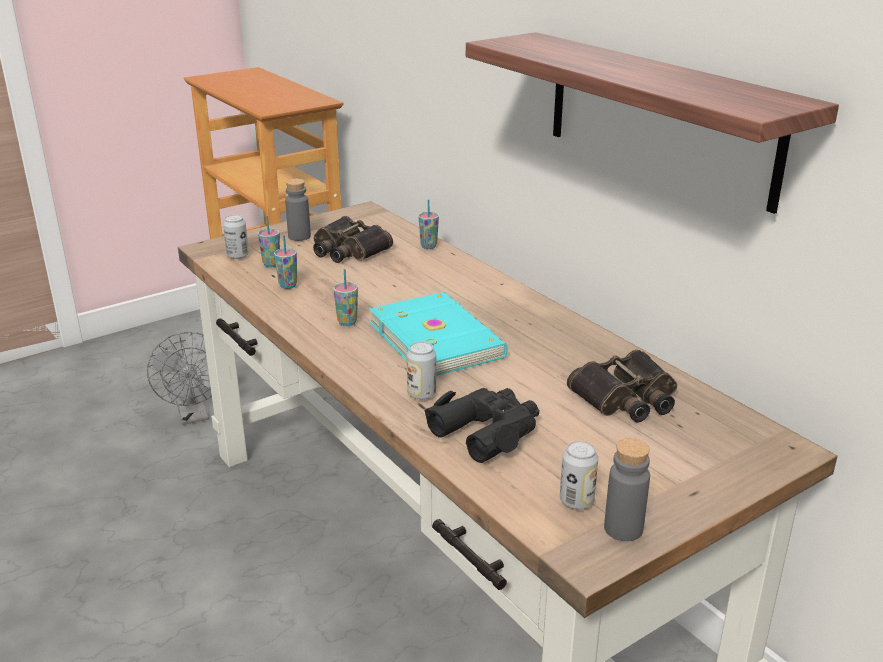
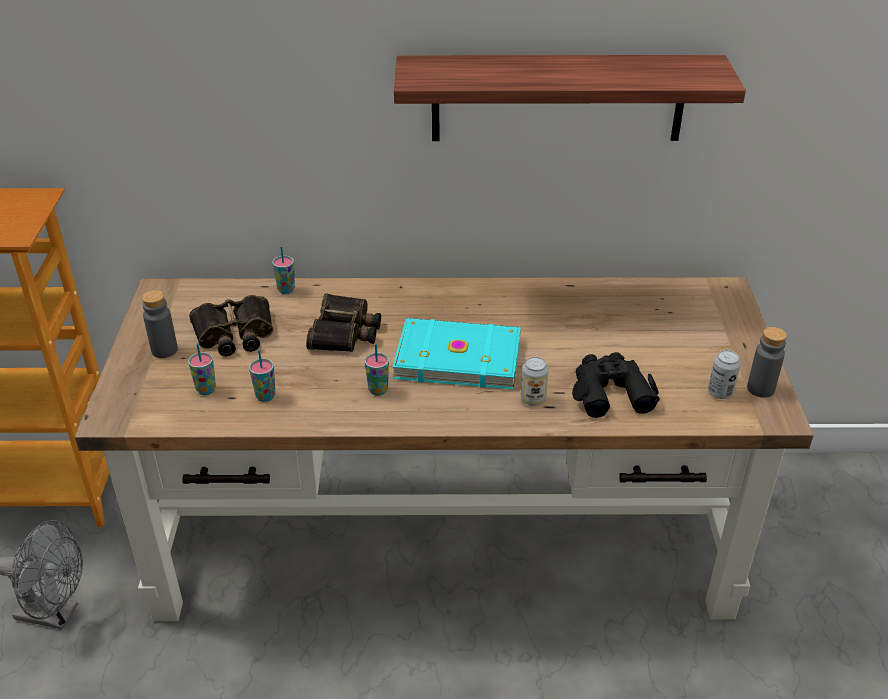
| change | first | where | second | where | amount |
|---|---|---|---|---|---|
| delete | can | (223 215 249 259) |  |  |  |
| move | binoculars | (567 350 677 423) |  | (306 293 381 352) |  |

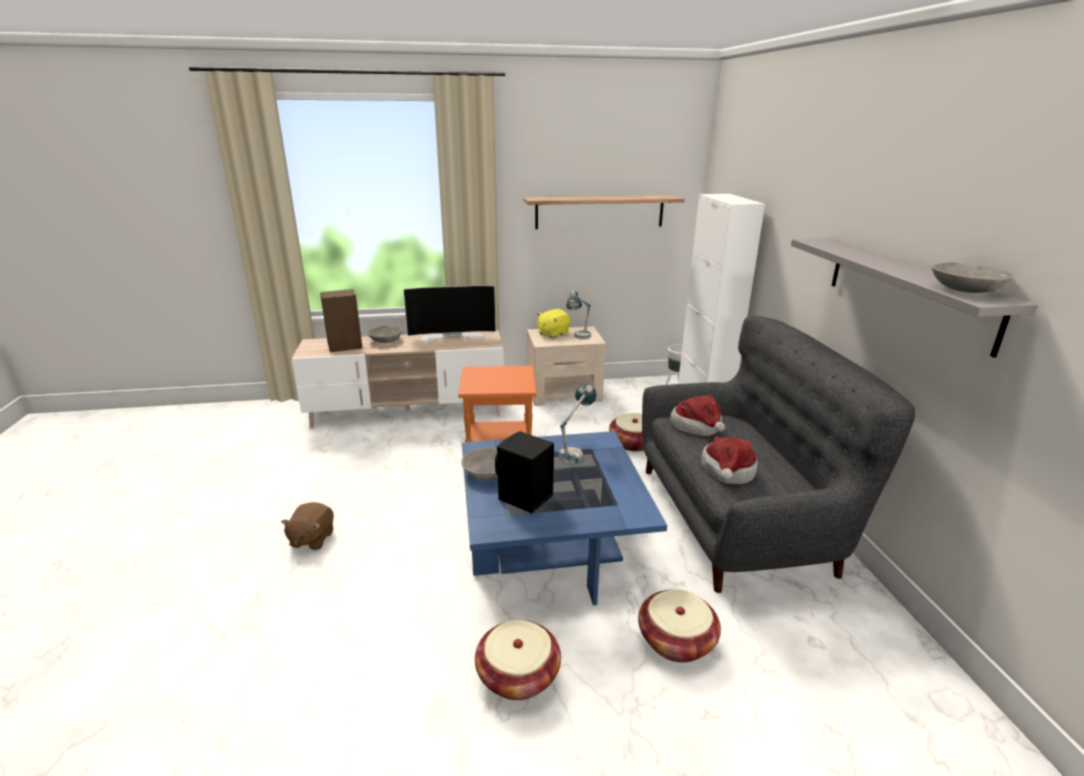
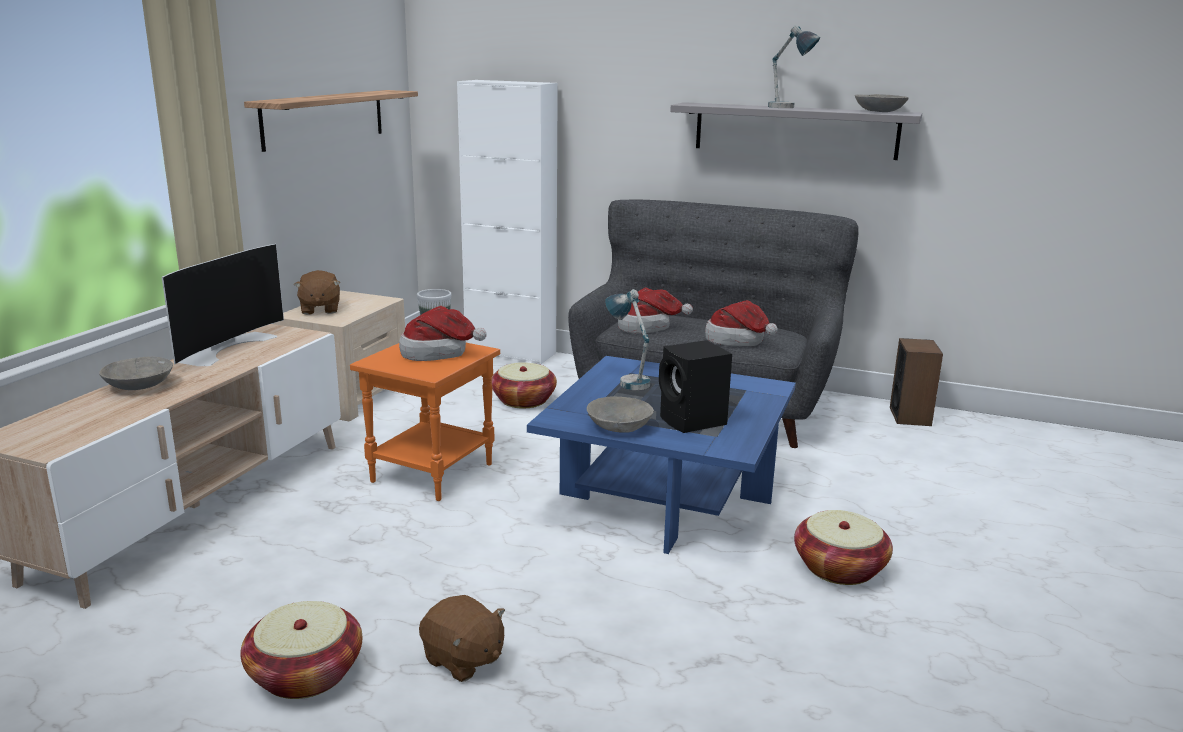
| change | first | where | second | where | amount |
|---|---|---|---|---|---|
| move | speaker | (320 289 362 352) |  | (890 338 943 426) |  |
| recolor | yellow plush toy | (537 309 571 338) | brown plush toy | (294 270 340 315) |  |
| move | table lamp | (567 290 591 339) |  | (768 25 820 108) |  |
| move | basket | (638 589 721 662) |  | (240 601 362 699) |  |
| insert |  |  | hat | (399 306 487 361) |  |

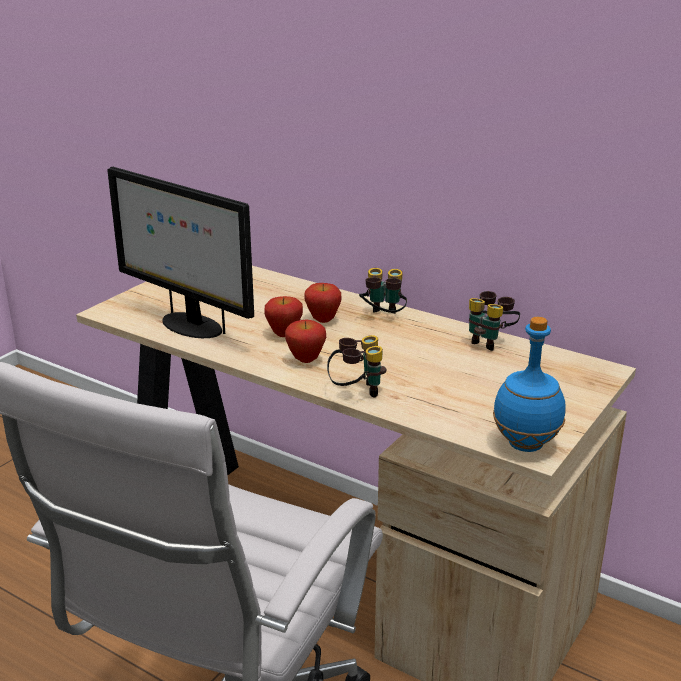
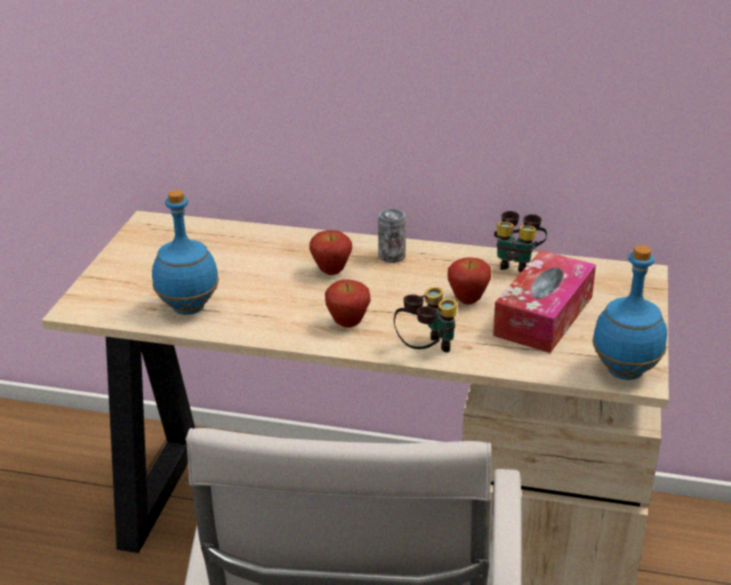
| change | first | where | second | where | amount |
|---|---|---|---|---|---|
| replace | monitor | (107 167 254 338) | blue bottle | (152 190 219 315) |  |
| move | apple | (264 296 303 337) |  | (448 257 491 305) |  |
| replace | binoculars | (359 268 407 314) | can | (378 209 406 263) |  |
| insert |  |  | tissue box | (493 250 596 353) |  |

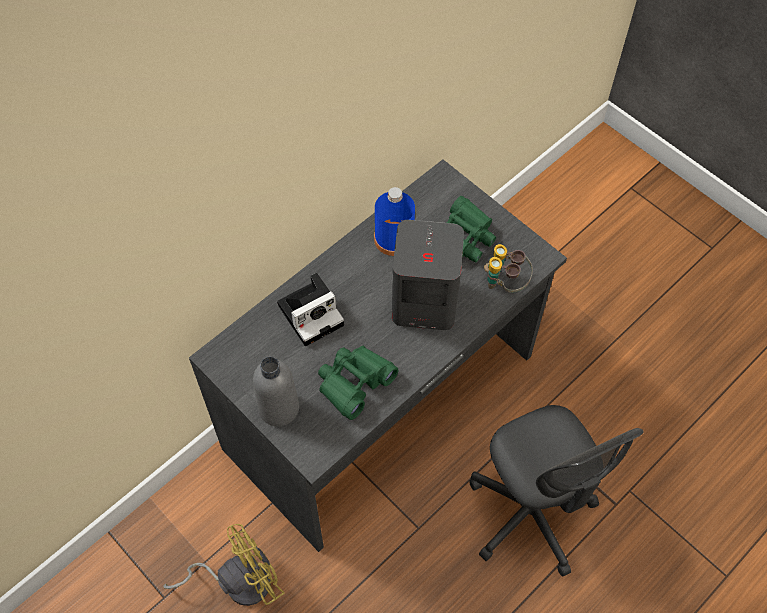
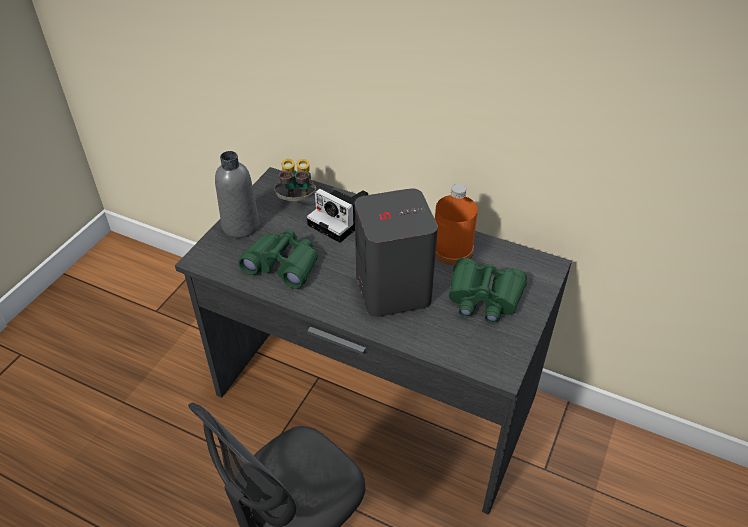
| change | first | where | second | where | amount |
|---|---|---|---|---|---|
| delete | yellow fan | (163 524 285 606) |  |  |  |
| recolor | blue bottle | (374 187 415 256) | orange bottle | (435 184 478 265) |  |
| move | binoculars | (484 244 533 293) |  | (274 159 316 201) |  |

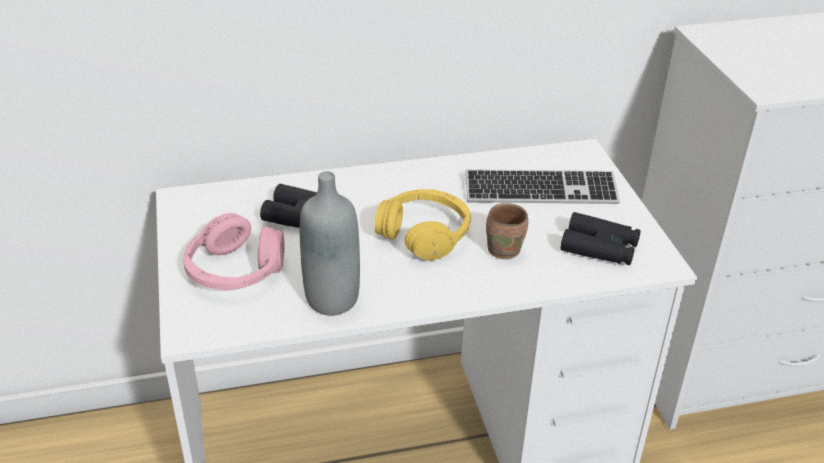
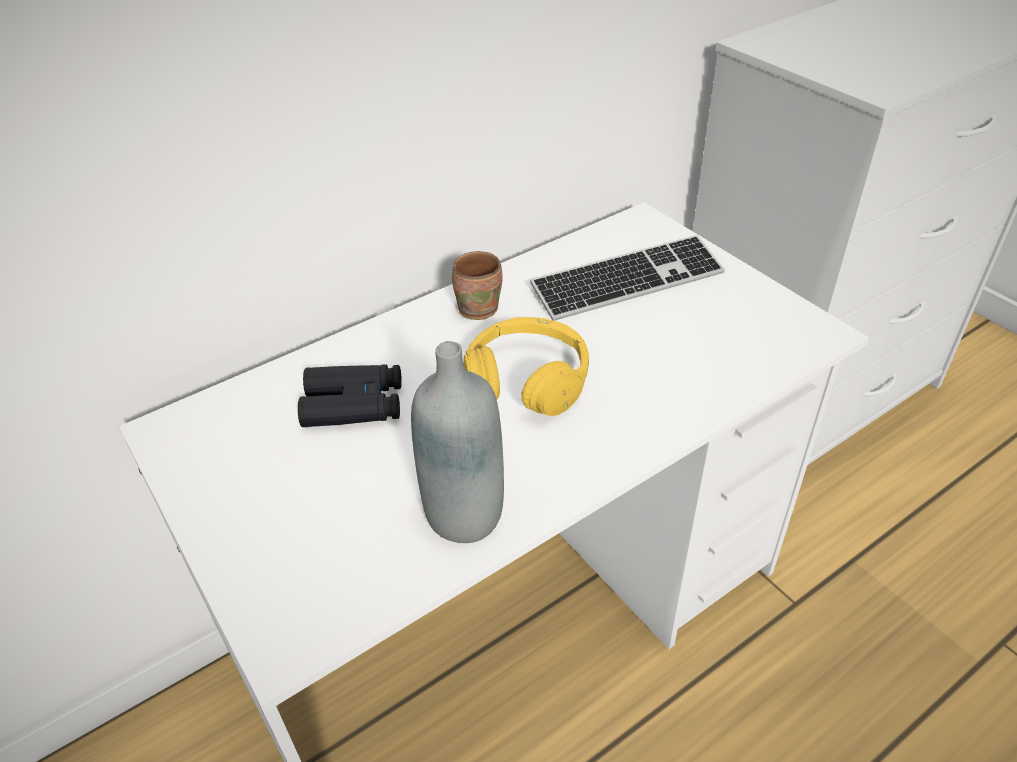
| change | first | where | second | where | amount |
|---|---|---|---|---|---|
| delete | pink headphones | (183 213 285 290) |  |  |  |
| move | brown mug | (486 203 528 259) |  | (452 251 503 320) |  |
| delete | black binoculars | (561 212 641 265) |  |  |  |

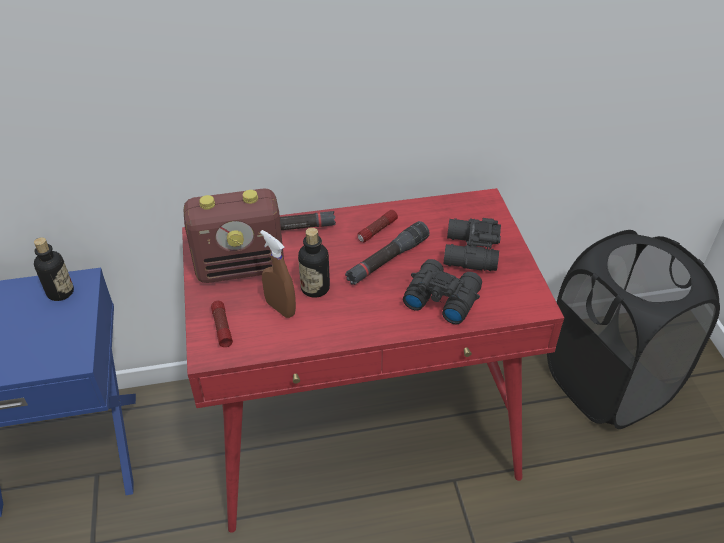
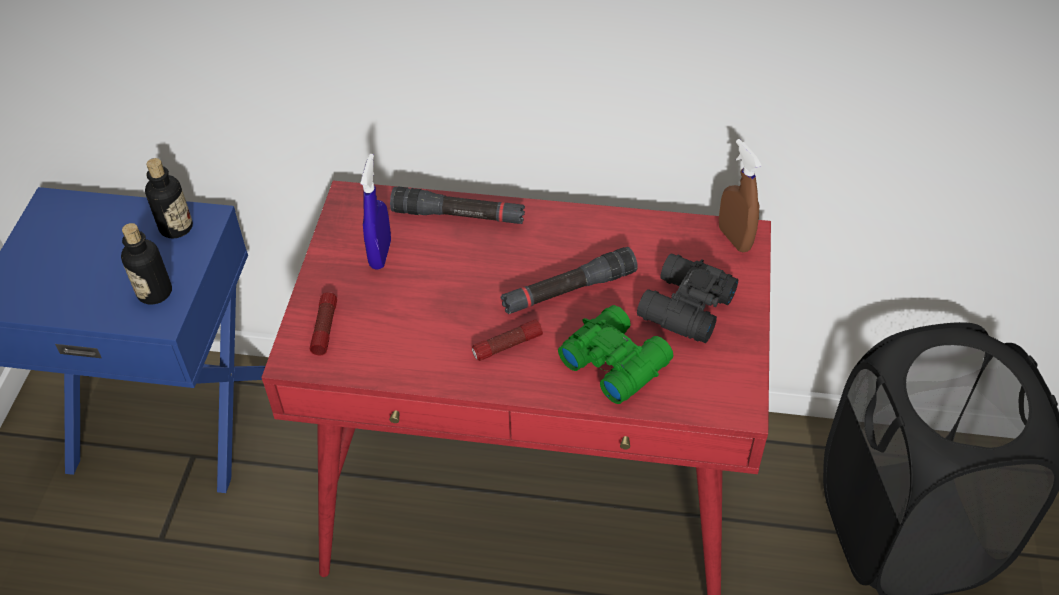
| change | first | where | second | where | amount |
|---|---|---|---|---|---|
| replace | radio | (183 188 284 283) | blue spray bottle | (360 154 391 270) |  |
| move | brown spray bottle | (260 230 296 318) |  | (719 139 762 252) |  |
| move | bottle | (298 228 330 298) |  | (121 223 172 305) |  |
| move | flashlight | (357 210 398 242) |  | (472 319 543 361) |  |
| recolor | black binoculars | (403 259 482 324) | green binoculars | (558 305 674 404) |  |

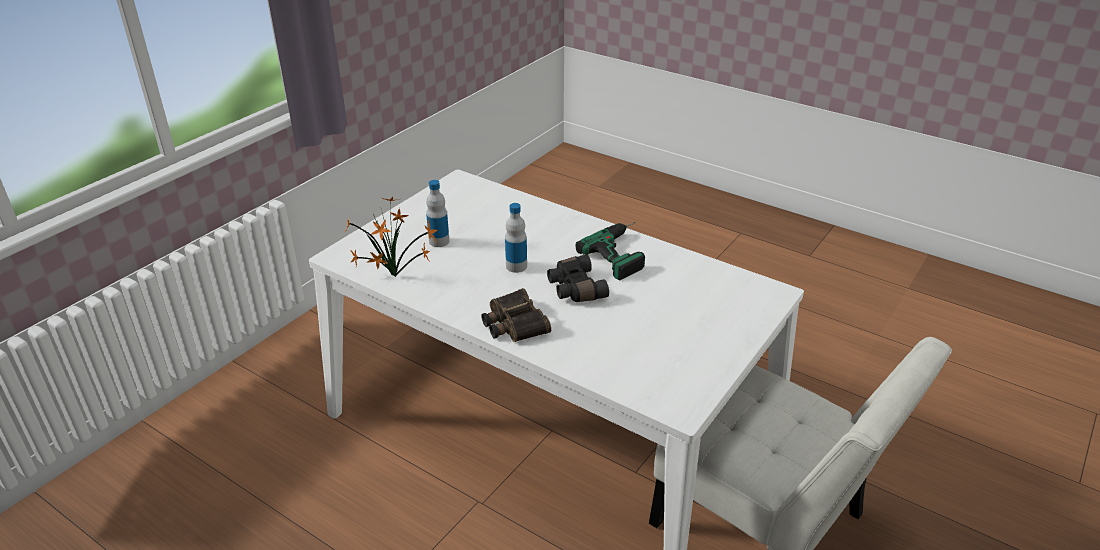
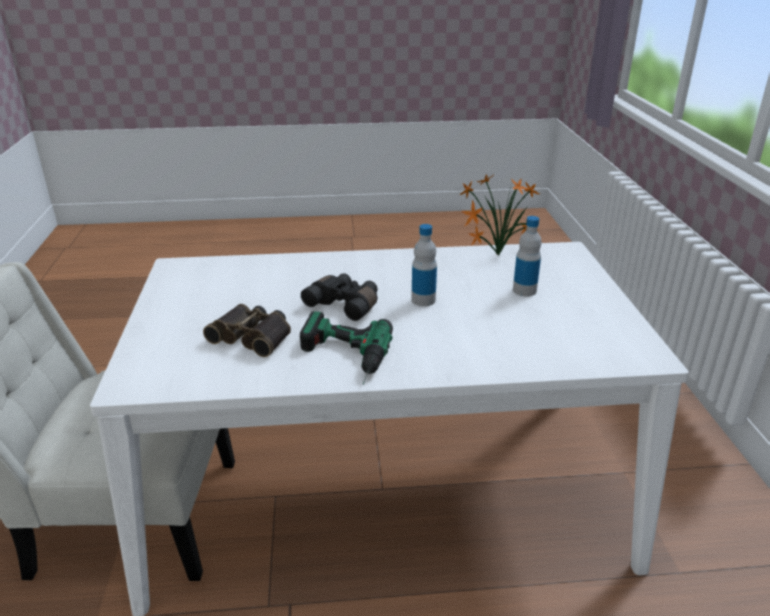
| change | first | where | second | where | amount |
|---|---|---|---|---|---|
| move | binoculars | (481 288 551 342) |  | (203 304 291 357) |  |

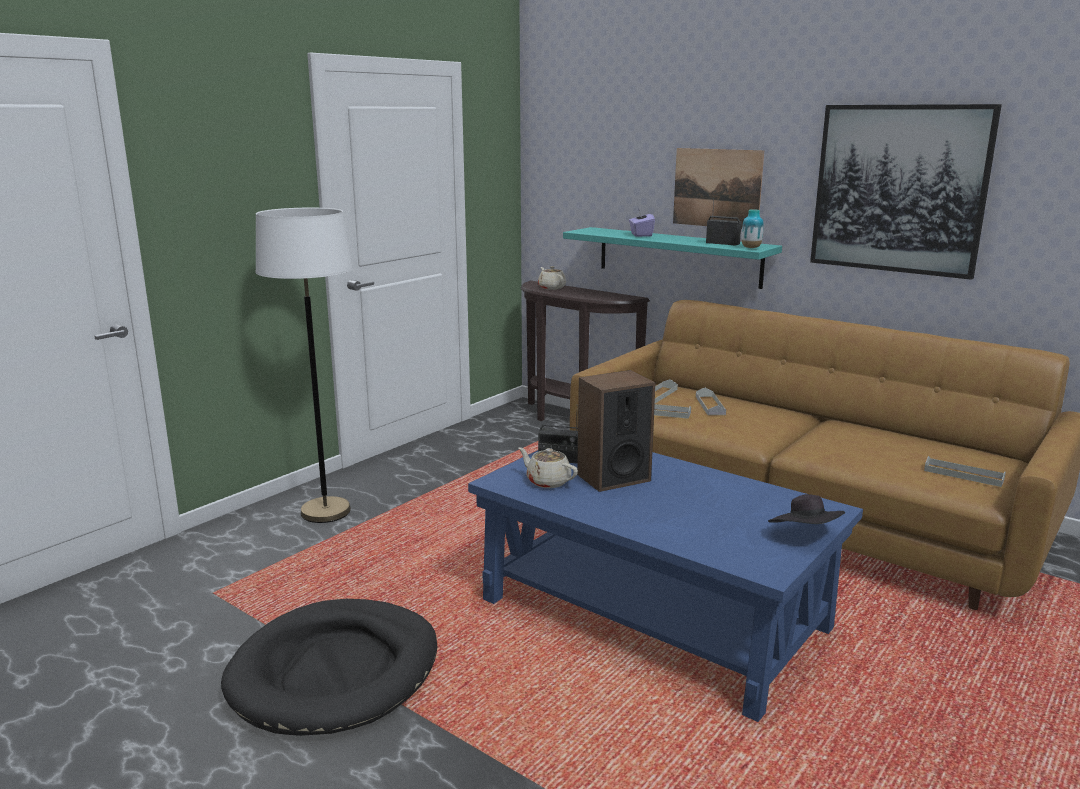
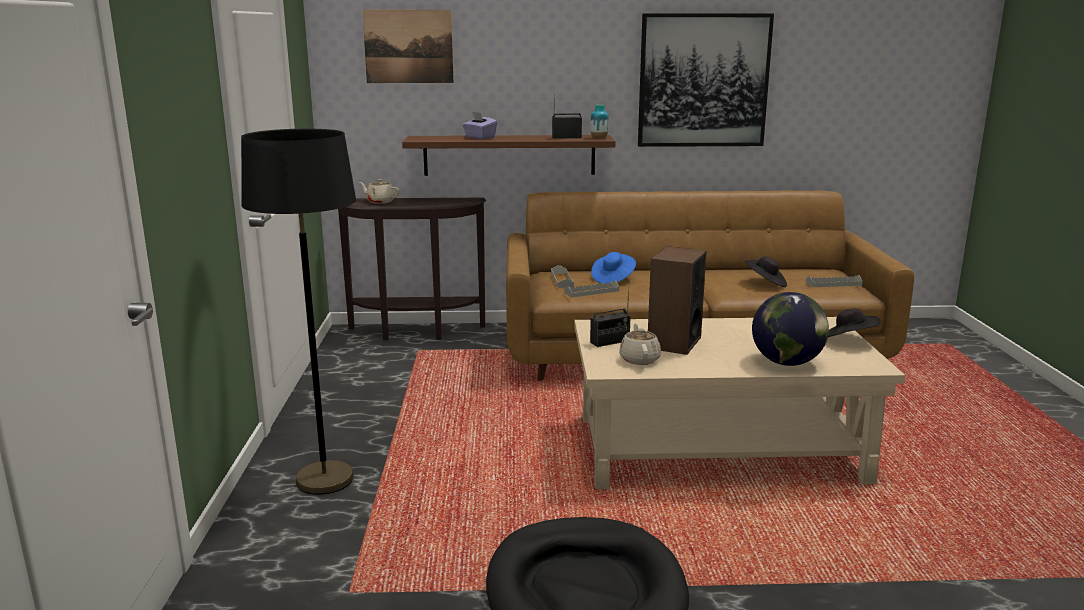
| change | first | where | second | where | amount |
|---|---|---|---|---|---|
| recolor | white floor lamp | (256 208 353 523) | black floor lamp | (241 129 356 495) |  |
| recolor | blue coffee table | (468 450 863 722) | beige coffee table | (574 317 905 489) |  |
| rotate | beige teapot | (518 447 578 488) |  | (619 324 661 365) | 90 degrees clockwise |
| recolor | turquoise shelf | (563 227 782 289) | brown shelf | (402 135 616 176) |  |
| move | picture | (673 148 764 229) |  | (362 10 454 83) |  |
| replace | grey tray | (696 388 726 415) | blue hat | (591 252 636 284) |  |
| insert |  |  | black hat | (745 256 787 287) |  |
| insert |  |  | globe | (752 292 829 366) |  |

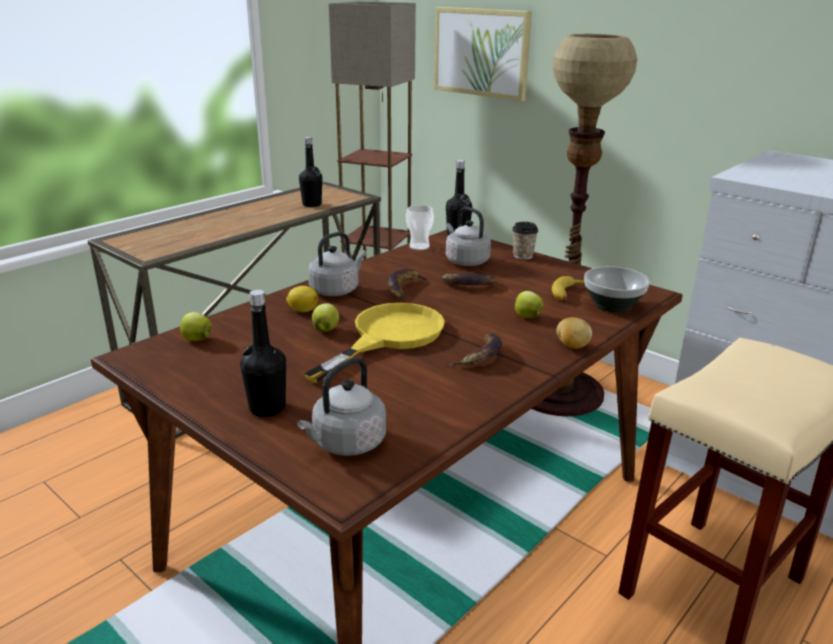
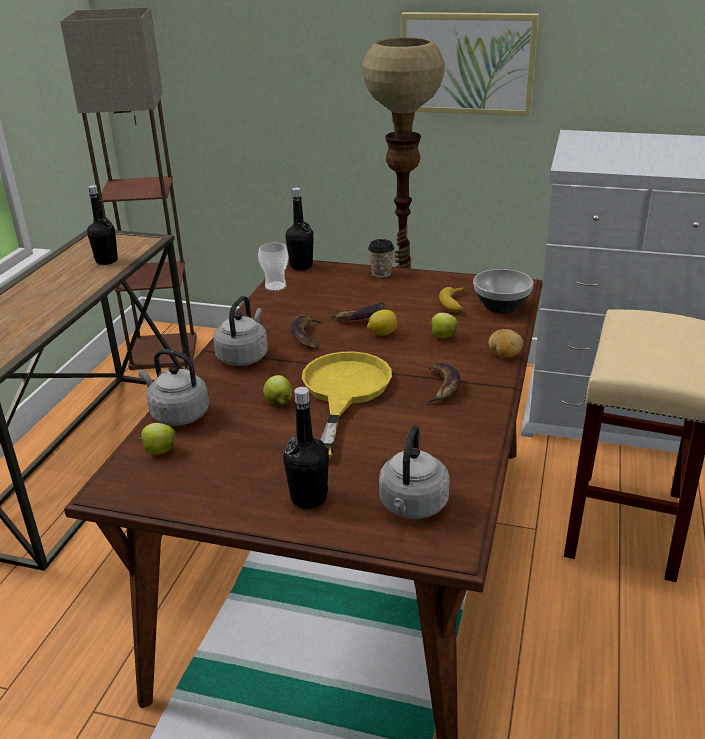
| change | first | where | second | where | amount |
|---|---|---|---|---|---|
| move | lemon | (286 286 318 312) |  | (367 310 397 335) |  |
| move | picture | (434 7 532 101) |  | (401 12 539 116) |  |
| move | grey kettle | (446 207 491 266) |  | (139 349 209 426) |  |

